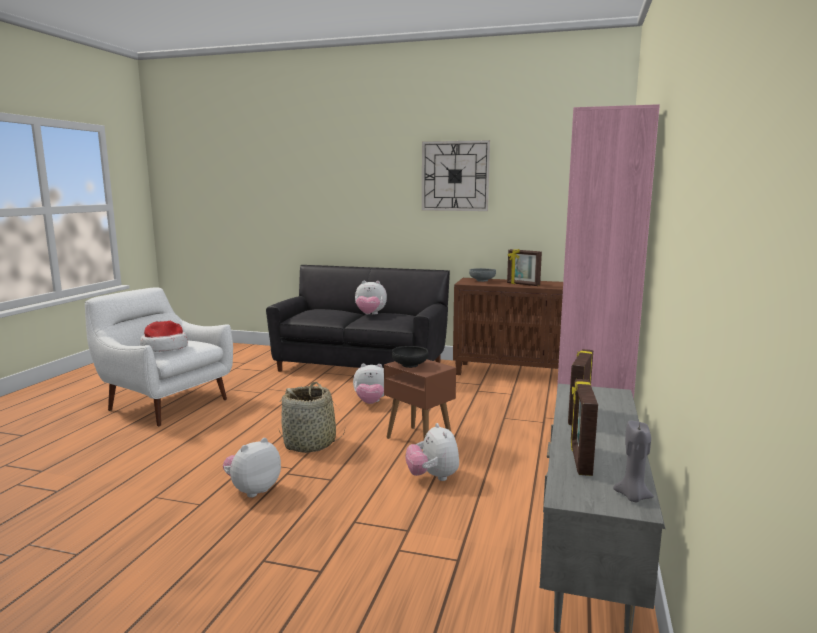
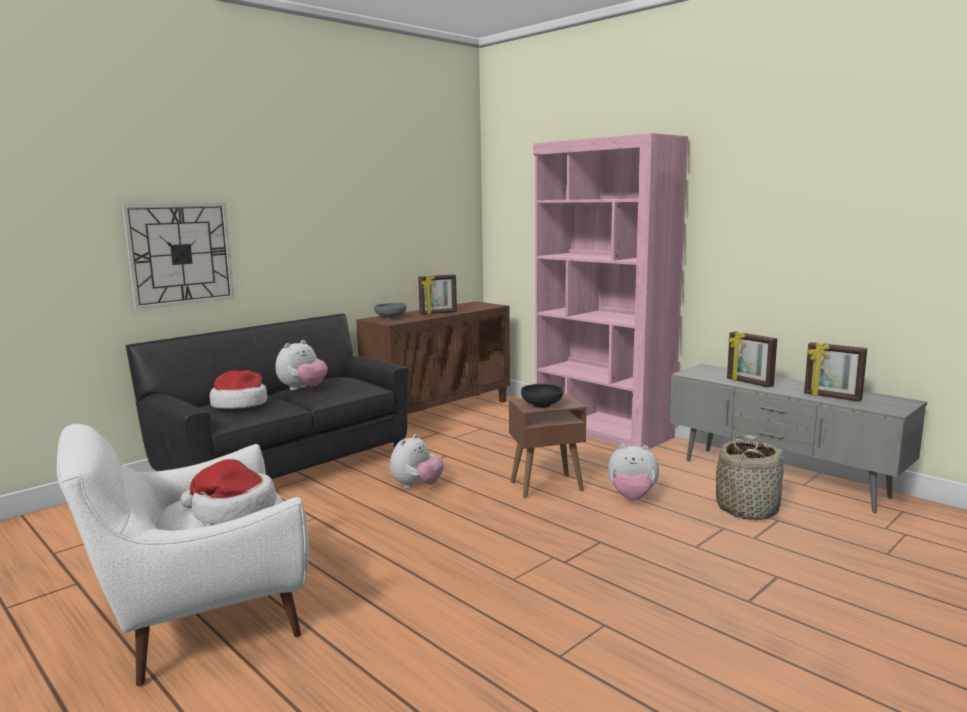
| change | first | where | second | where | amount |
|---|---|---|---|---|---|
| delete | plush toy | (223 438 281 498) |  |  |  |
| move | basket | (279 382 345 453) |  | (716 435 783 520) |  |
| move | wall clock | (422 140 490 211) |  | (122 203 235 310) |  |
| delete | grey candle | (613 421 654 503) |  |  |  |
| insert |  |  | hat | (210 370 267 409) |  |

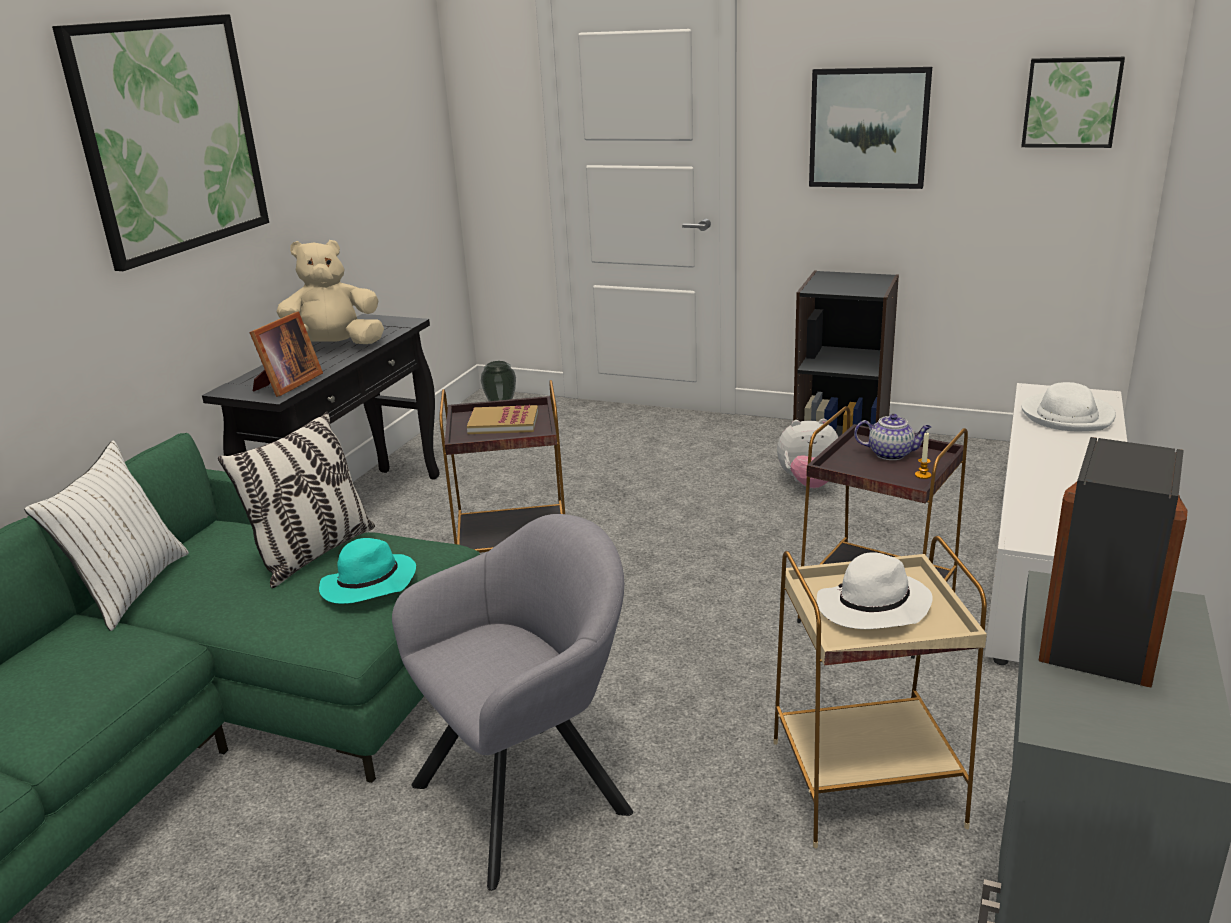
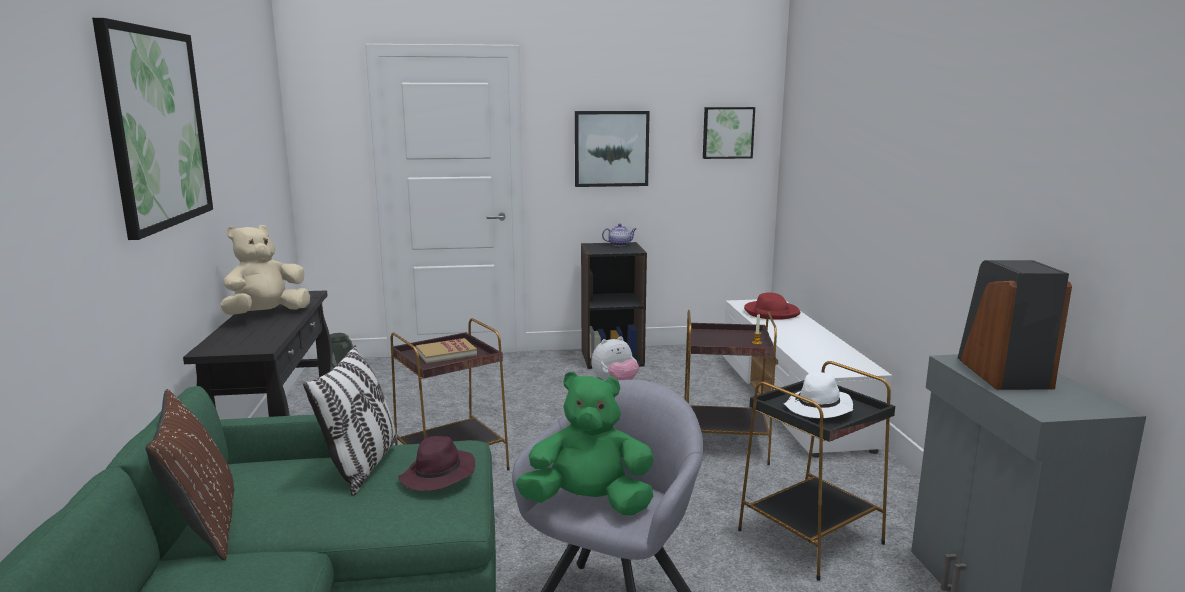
| change | first | where | second | where | amount |
|---|---|---|---|---|---|
| recolor | white pillow | (24 440 189 631) | brown pillow | (146 389 234 561) |  |
| delete | picture frame | (249 311 323 397) |  |  |  |
| recolor | turquoise hat | (319 538 416 604) | purple hat | (398 436 475 491) |  |
| recolor | beige side table | (774 536 987 849) | black side table | (738 361 895 581) |  |
| move | teapot | (854 414 931 460) |  | (602 224 636 246) |  |
| recolor | white hat | (1021 382 1116 431) | red hat | (744 293 800 320) |  |
| insert |  |  | green plush toy | (516 371 654 516) |  |

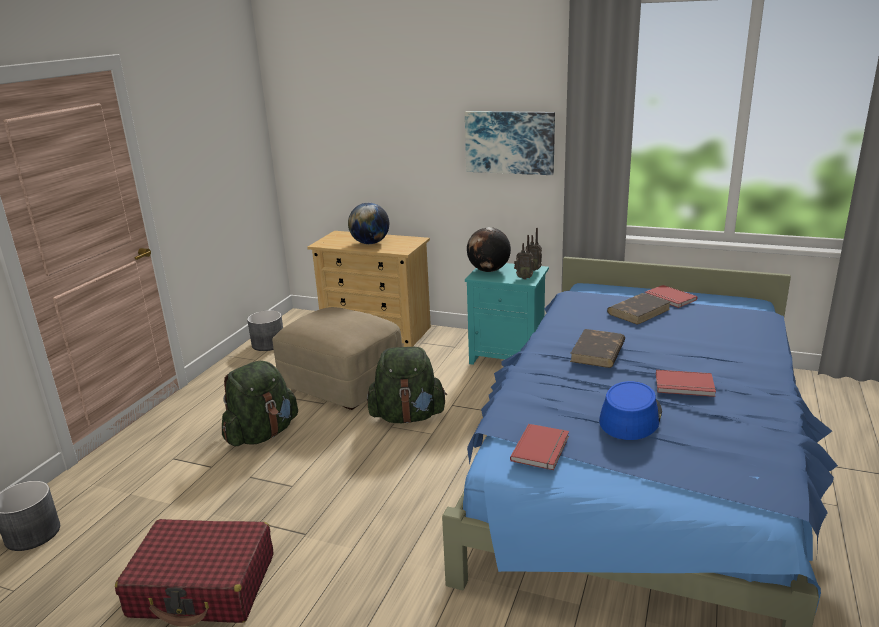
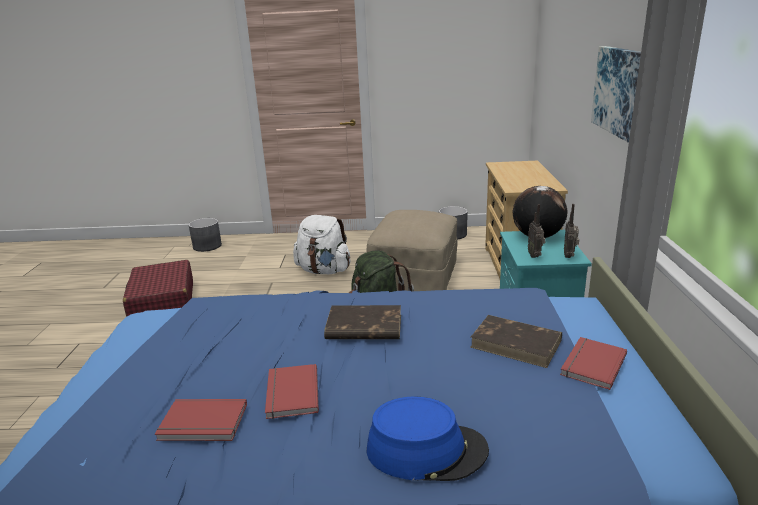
| change | first | where | second | where | amount |
|---|---|---|---|---|---|
| recolor | green backpack | (222 361 298 446) | white backpack | (293 215 350 274) |  |
| delete | globe | (348 203 389 244) |  |  |  |
| move | red book | (510 424 569 470) |  | (155 399 247 441) |  |
| move | blue hat | (599 381 662 440) |  | (367 397 489 481) |  |

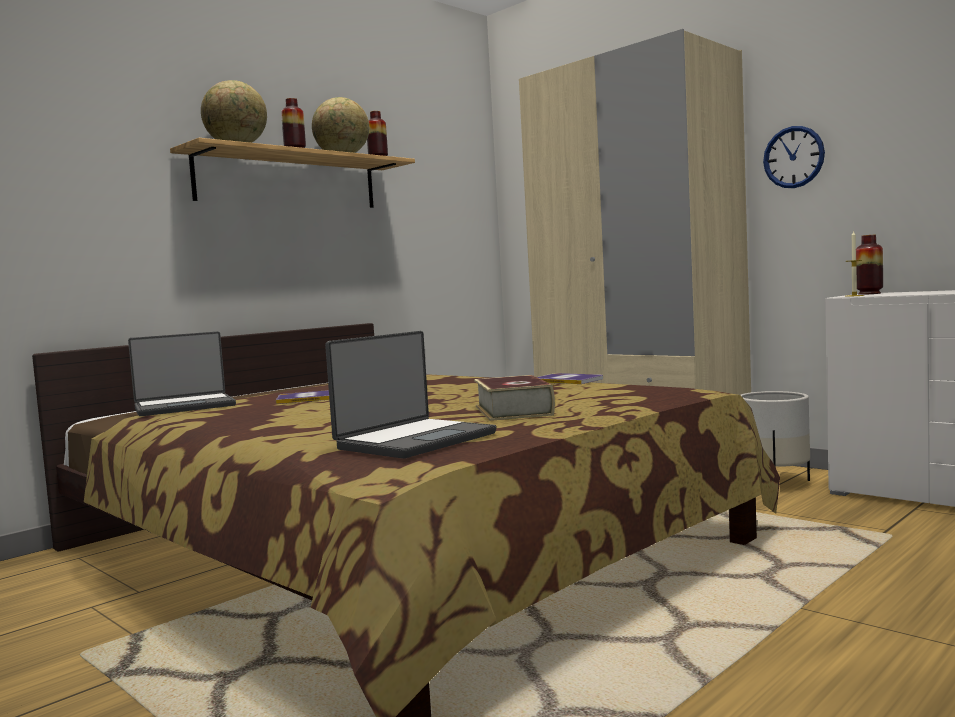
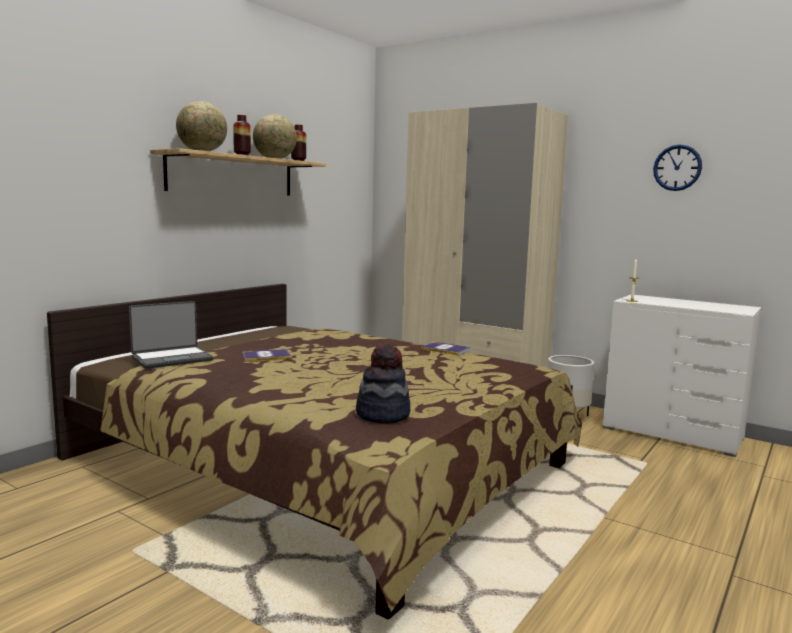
| change | first | where | second | where | amount |
|---|---|---|---|---|---|
| replace | laptop | (325 331 497 458) | hat | (356 344 410 424) |  |
| delete | book | (474 375 555 421) |  |  |  |
| move | wall clock | (763 126 825 188) |  | (653 144 702 191) |  |
| delete | vase | (856 235 883 295) |  |  |  |

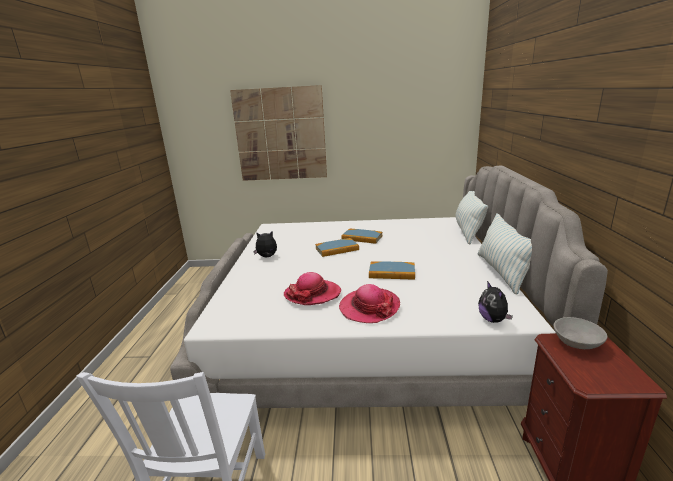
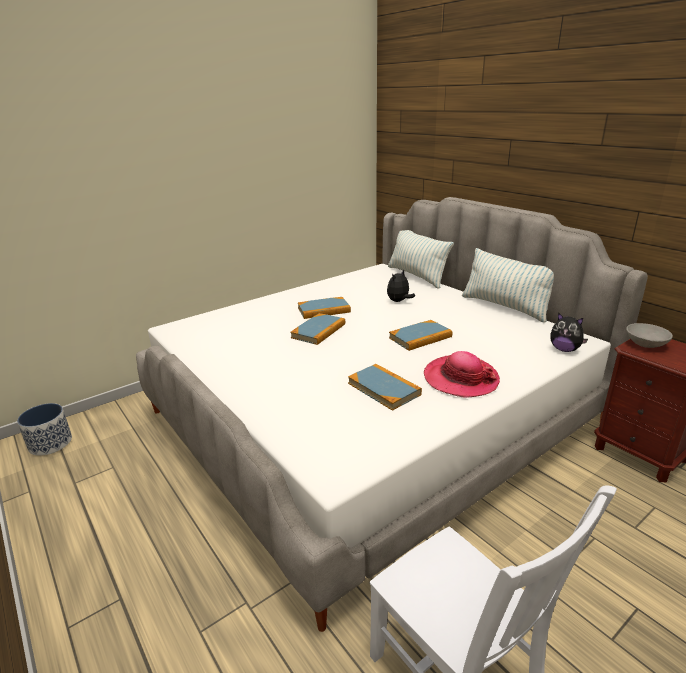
| change | first | where | second | where | amount |
|---|---|---|---|---|---|
| delete | picture | (230 85 327 181) |  |  |  |
| move | plush toy | (253 231 277 257) |  | (387 269 415 302) |  |
| replace | hat | (284 272 341 305) | book | (348 364 422 411) |  |
| insert |  |  | planter | (17 403 72 456) |  |

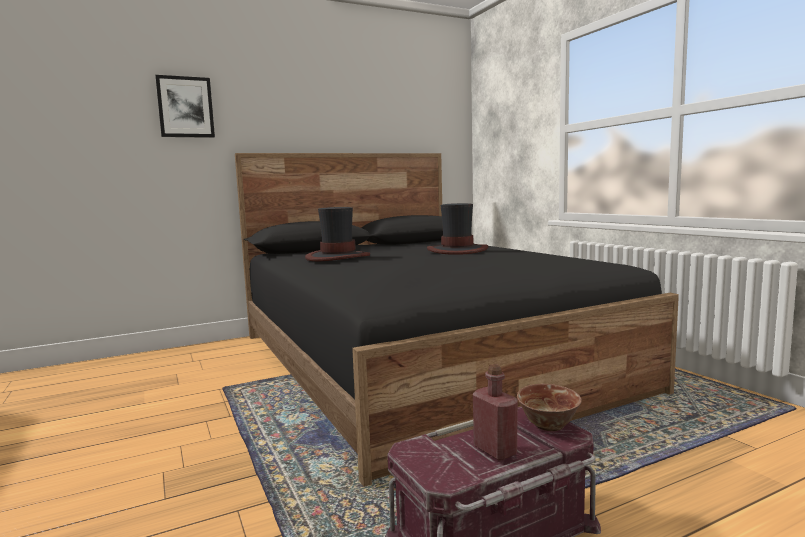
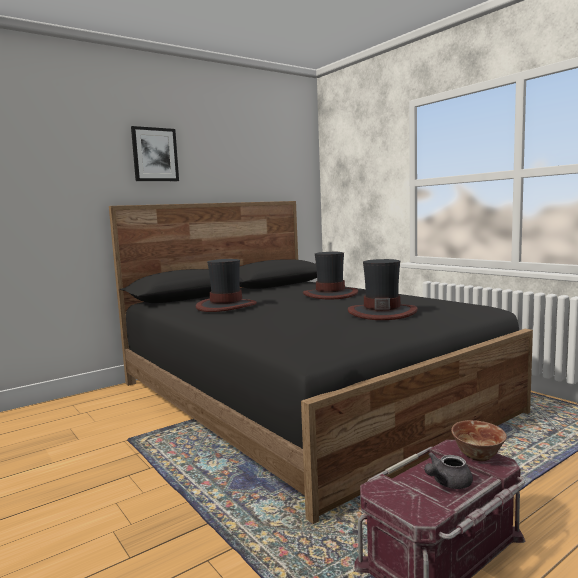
| change | first | where | second | where | amount |
|---|---|---|---|---|---|
| move | picture | (155 75 215 138) |  | (131 126 179 181) |  |
| replace | red bottle | (473 364 518 461) | grey teapot | (424 452 473 489) |  |
| insert |  |  | hat | (348 259 418 320) |  |

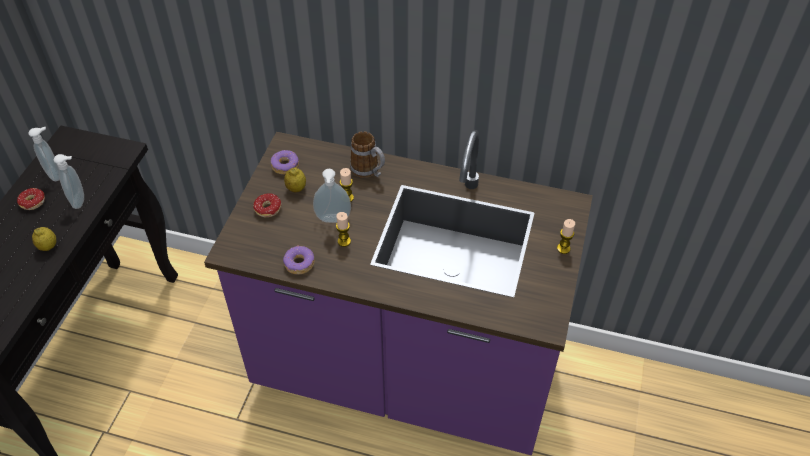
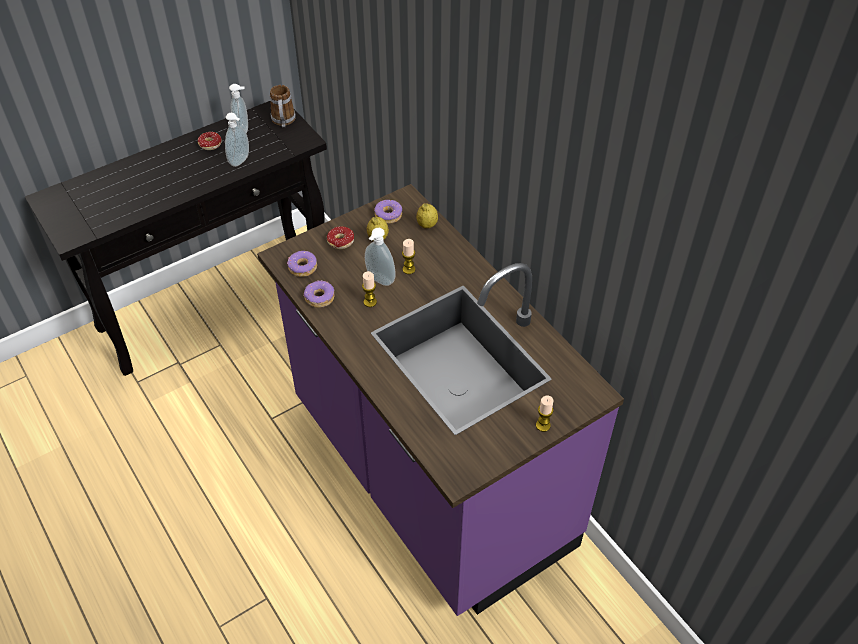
| change | first | where | second | where | amount |
|---|---|---|---|---|---|
| move | lemon | (32 227 56 251) |  | (416 203 438 228) |  |
| move | mug | (350 131 385 178) |  | (270 85 296 127) |  |
| insert |  |  | donut | (287 251 317 277) |  |

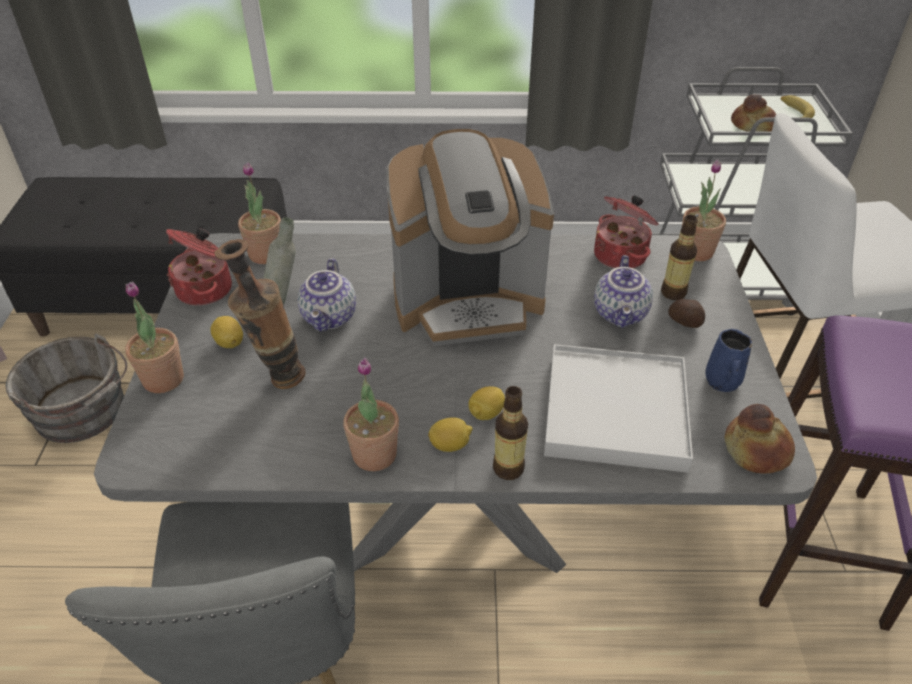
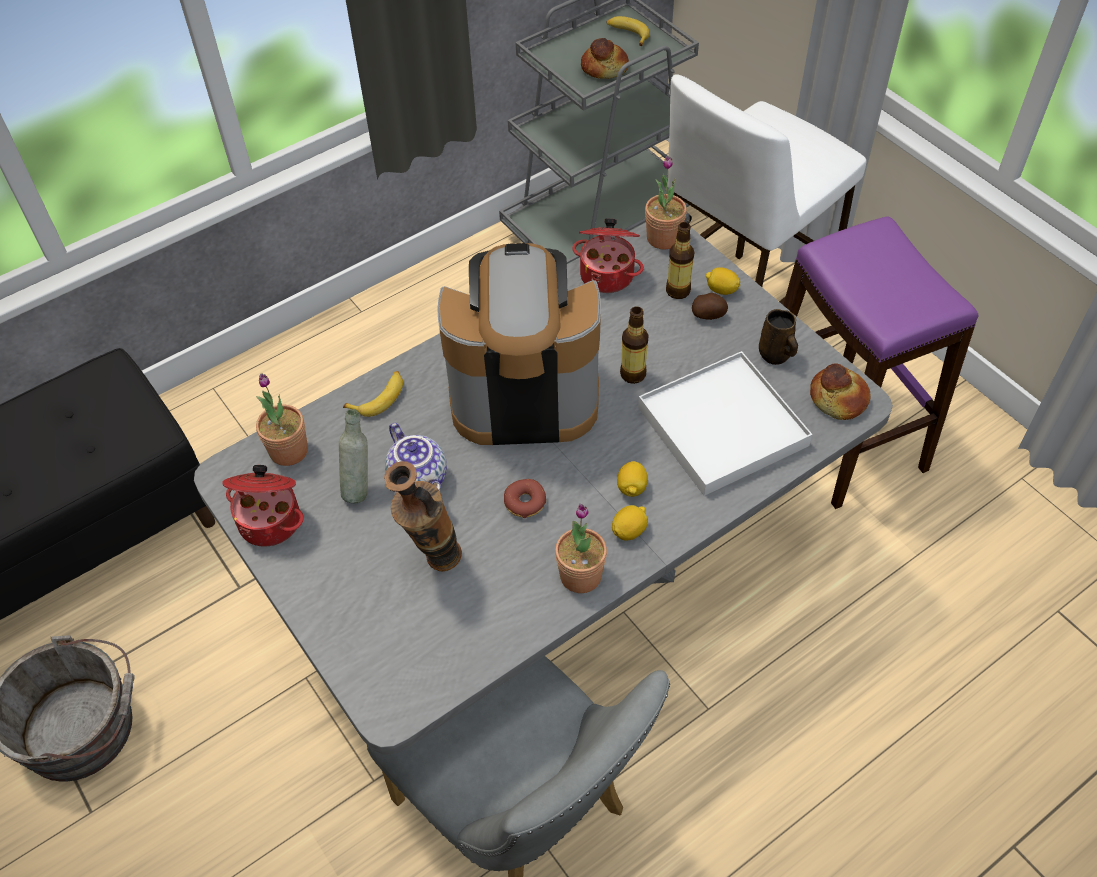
| change | first | where | second | where | amount |
|---|---|---|---|---|---|
| delete | potted plant | (125 282 184 393) |  |  |  |
| move | lemon | (211 316 243 348) |  | (706 267 740 295) |  |
| rotate | coffee machine | (386 129 554 346) |  | (437 243 601 445) | 135 degrees counterclockwise |
| move | bottle | (493 386 528 480) |  | (620 307 648 384) |  |
| delete | teapot | (594 255 653 328) |  |  |  |
| recolor | blue mug | (705 329 752 392) | brown mug | (759 309 798 365) |  |
| insert |  |  | banana | (343 371 403 417) |  |
| insert |  |  | donut | (504 479 546 518) |  |

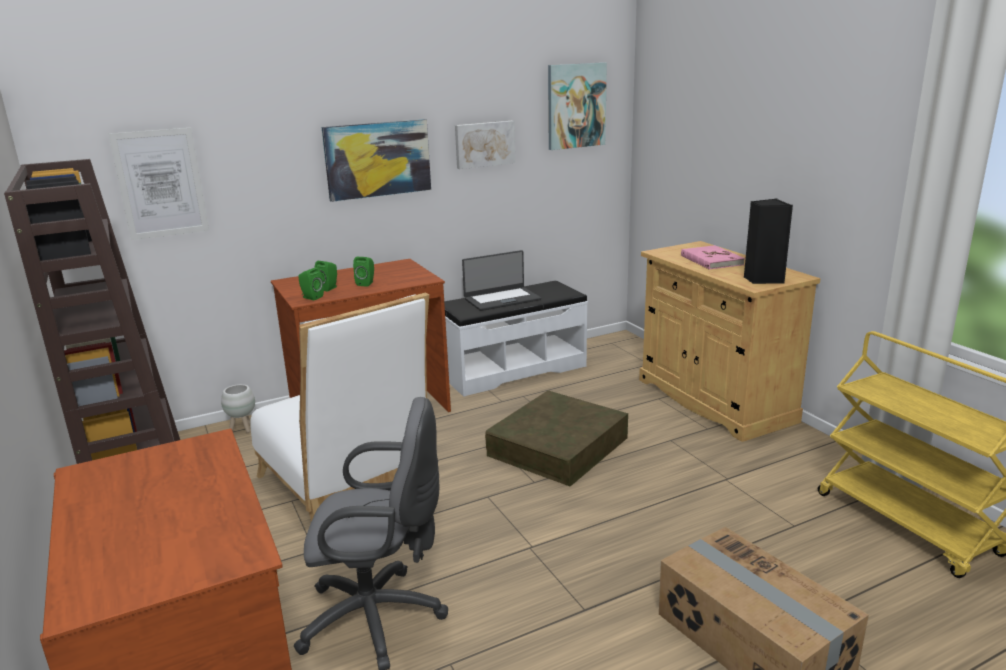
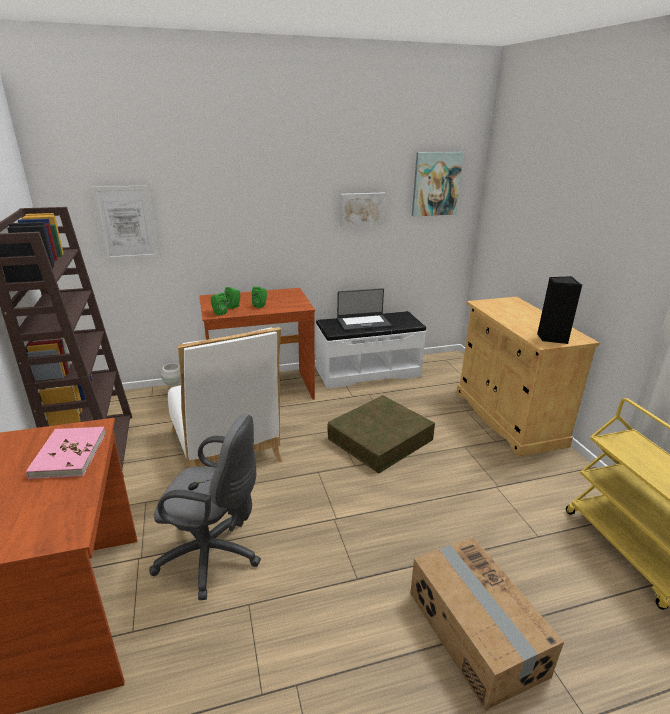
| change | first | where | second | where | amount |
|---|---|---|---|---|---|
| delete | picture | (321 119 431 202) |  |  |  |
| move | pink book | (681 245 745 270) |  | (26 427 106 479) |  |

